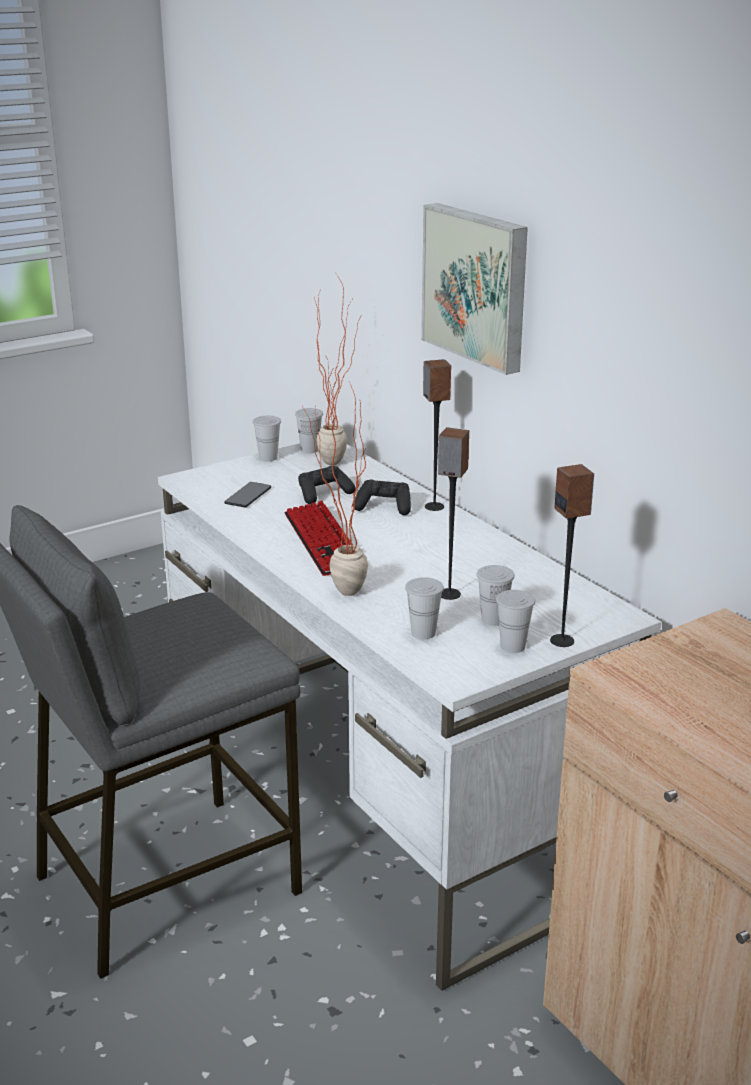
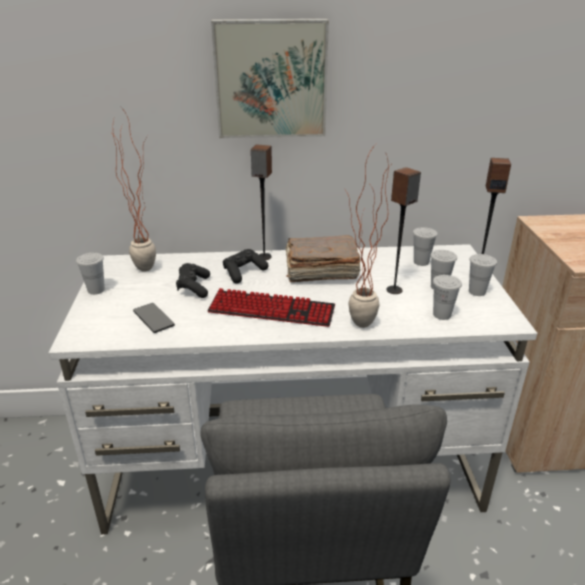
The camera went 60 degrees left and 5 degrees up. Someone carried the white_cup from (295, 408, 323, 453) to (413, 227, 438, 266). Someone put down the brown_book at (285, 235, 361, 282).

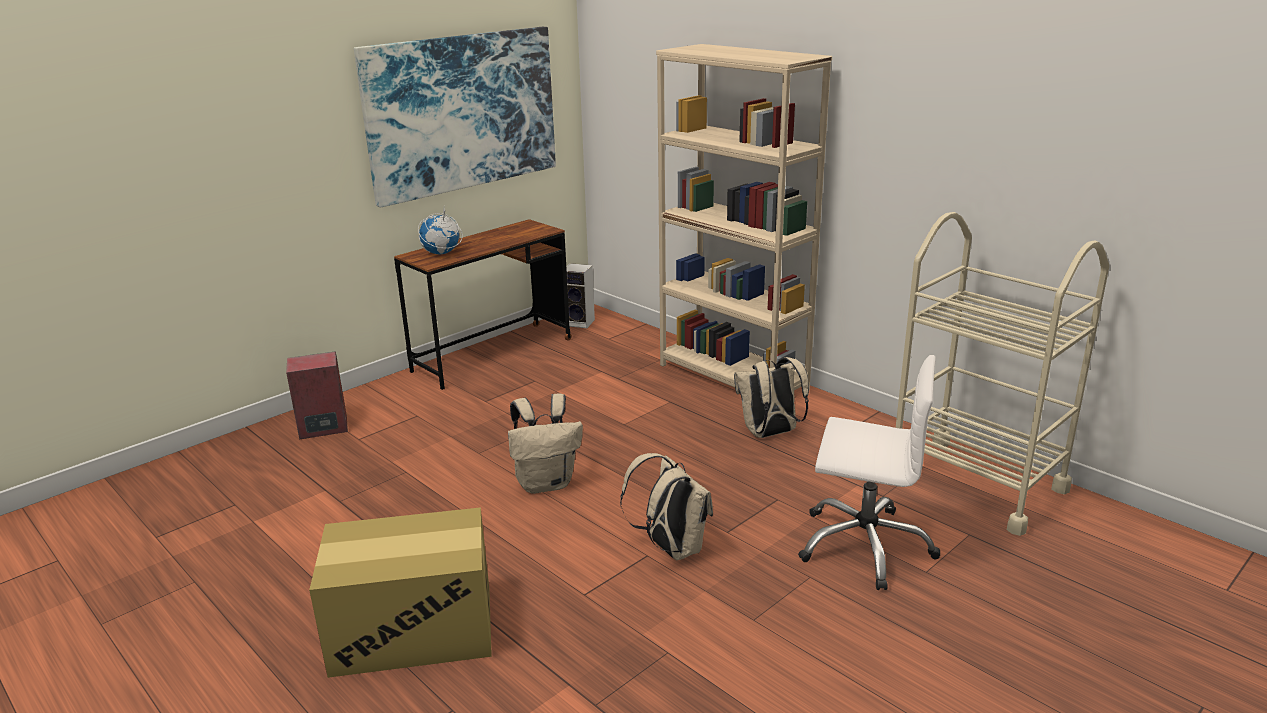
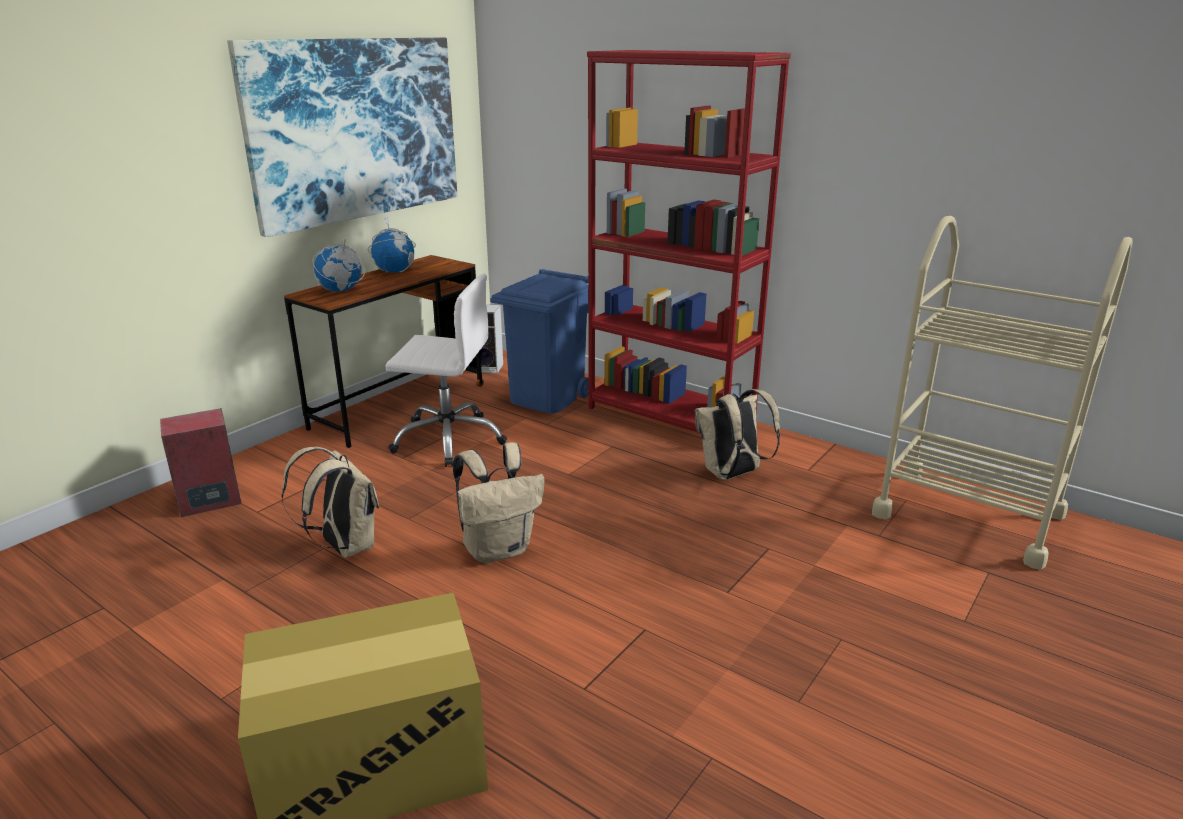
The camera went 10 degrees left and 0 degrees up. Someone repainted the beige_bookcase at (656, 44, 832, 390), which became the red_bookcase at (587, 50, 791, 433). Someone carried the white_office_chair from (798, 355, 940, 590) to (385, 274, 507, 467). Someone carried the beige_backpack from (620, 453, 713, 560) to (282, 447, 379, 558). Someone put down the globe at (368, 216, 416, 272). Someone put down the blue_trash_can at (490, 269, 589, 413).

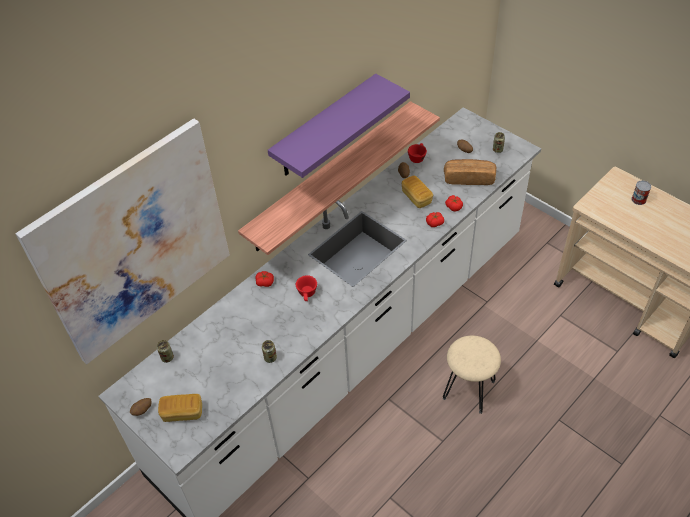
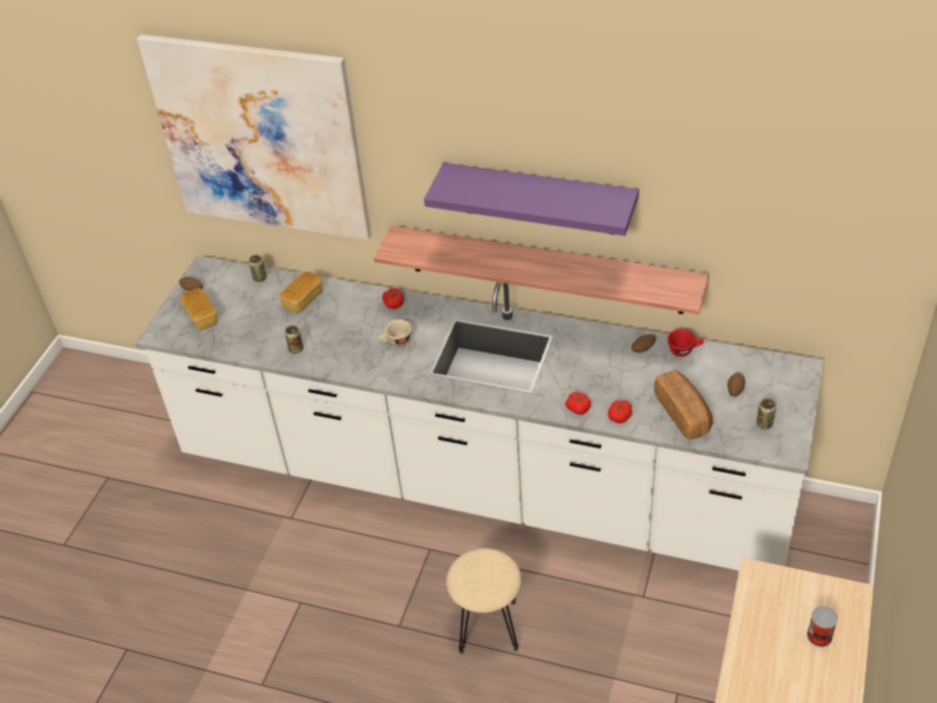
The camera went 65 degrees right and 5 degrees down. Someone carried the bread from (402, 175, 433, 208) to (279, 271, 322, 313). Someone repainted the red_cup at (296, 275, 317, 301), which became the beige_cup at (378, 320, 411, 346).

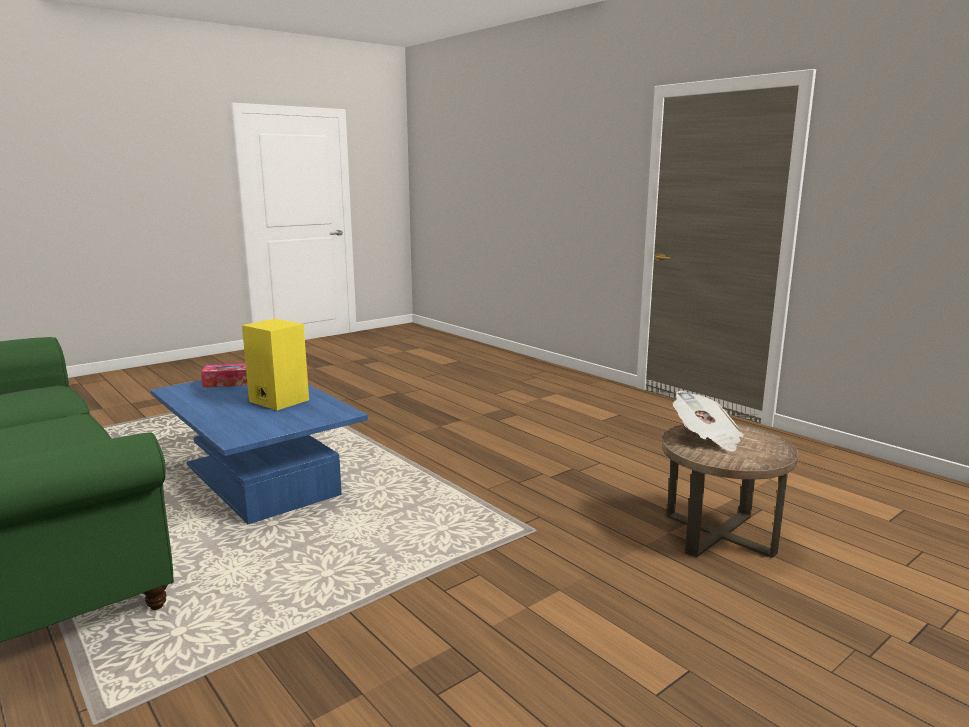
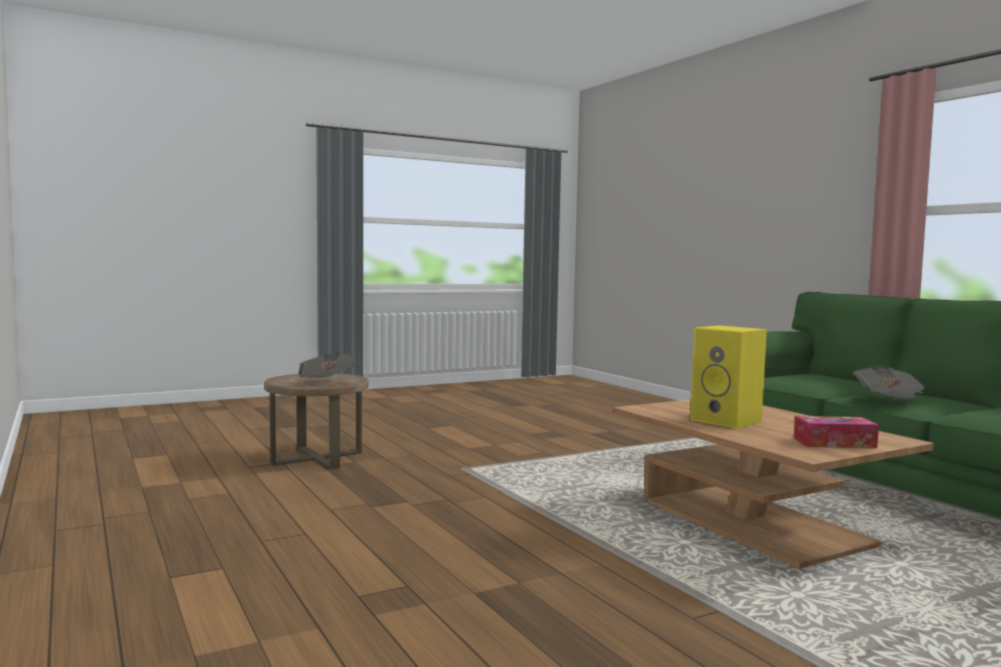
The camera went 170 degrees left and 10 degrees down. Someone repainted the blue_coffee_table at (151, 380, 368, 524), which became the brown_coffee_table at (613, 399, 934, 569). Someone put down the newspaper at (853, 366, 925, 398).

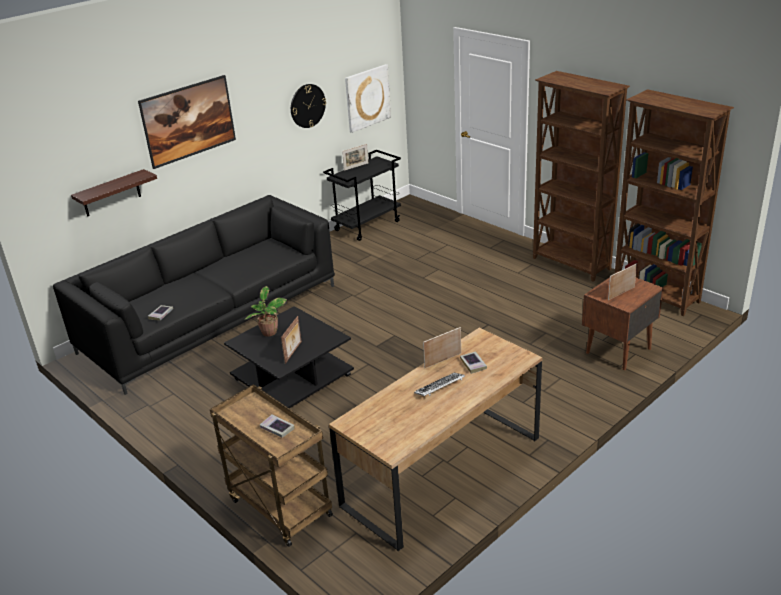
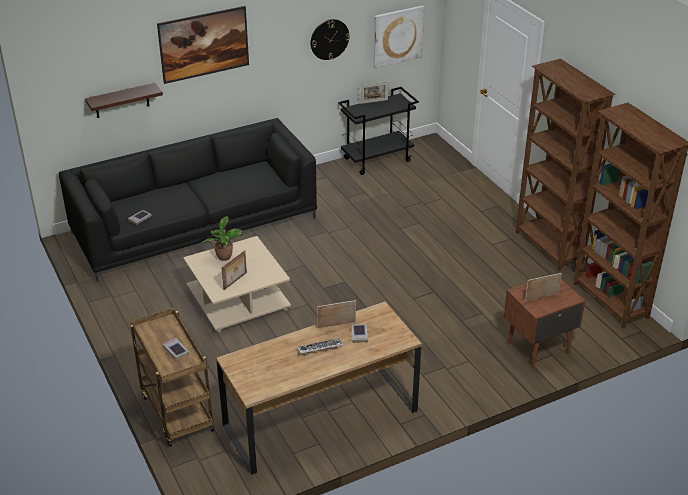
The camera went 15 degrees right and 5 degrees up. Someone repainted the black_coffee_table at (224, 306, 354, 408), which became the beige_coffee_table at (183, 236, 291, 333).

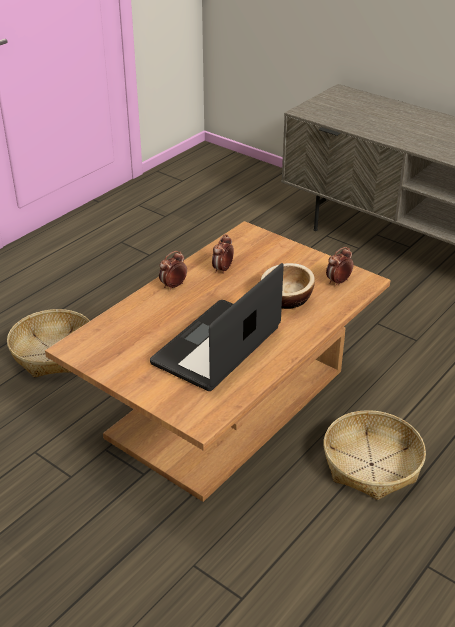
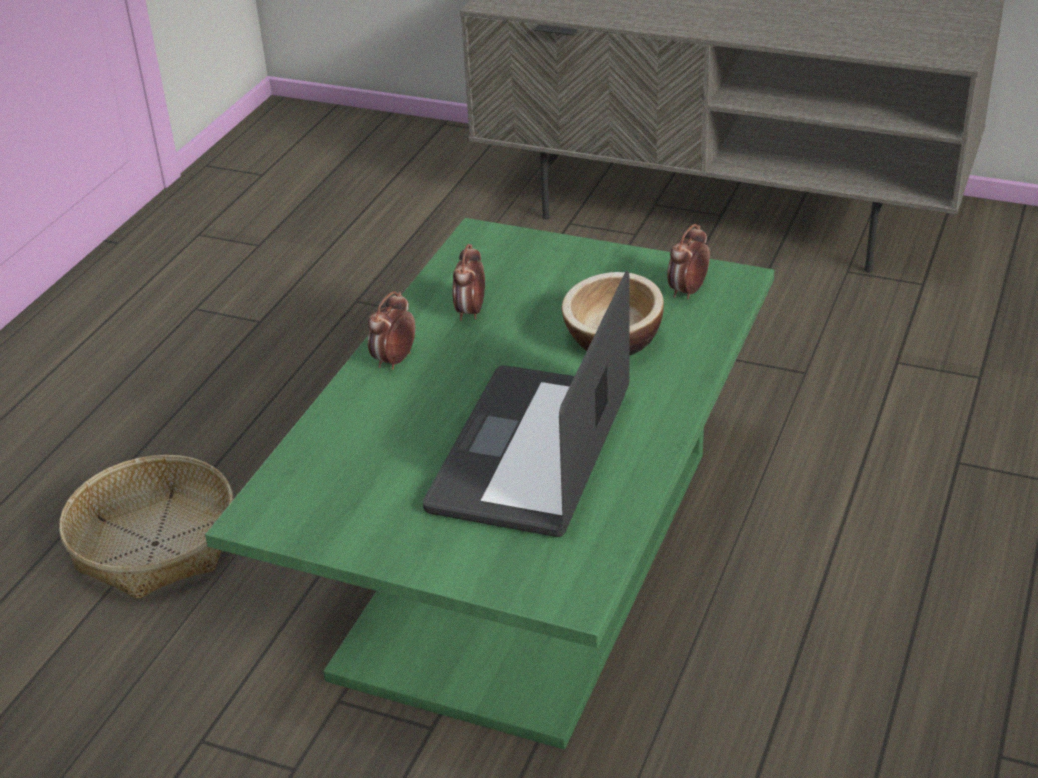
The camera went 15 degrees left and 0 degrees up. Someone repainted the brown_coffee_table at (45, 221, 390, 502), which became the green_coffee_table at (205, 218, 774, 750). Someone took away the basket at (324, 410, 426, 500).

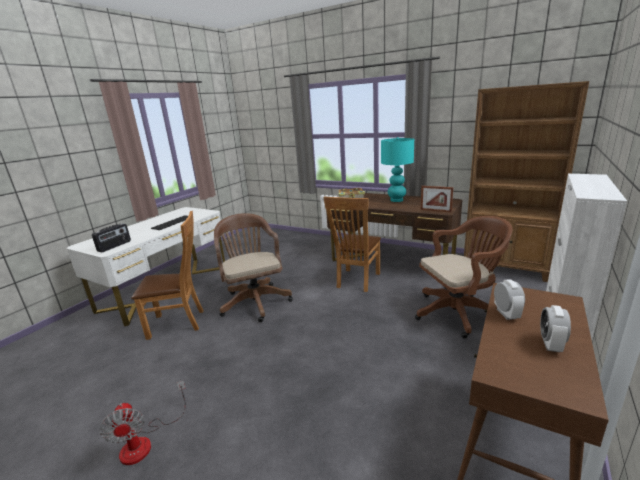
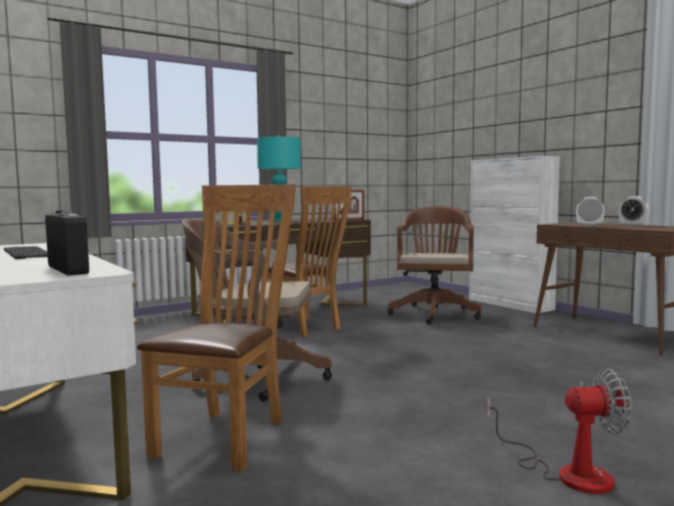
The camera went 65 degrees left and 15 degrees down. Someone took away the brown_bookcase at (464, 81, 589, 282).

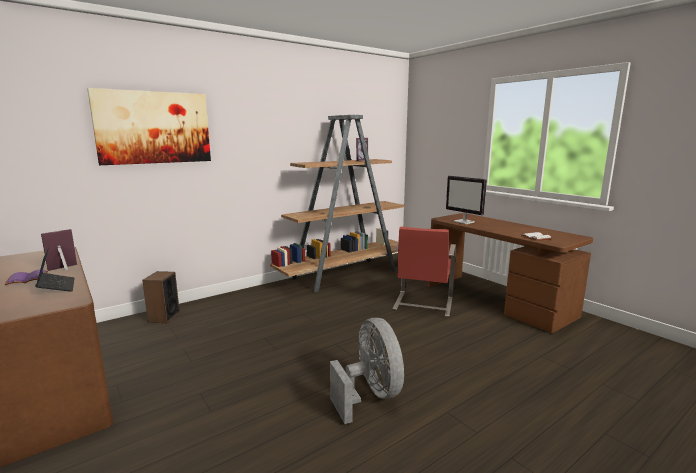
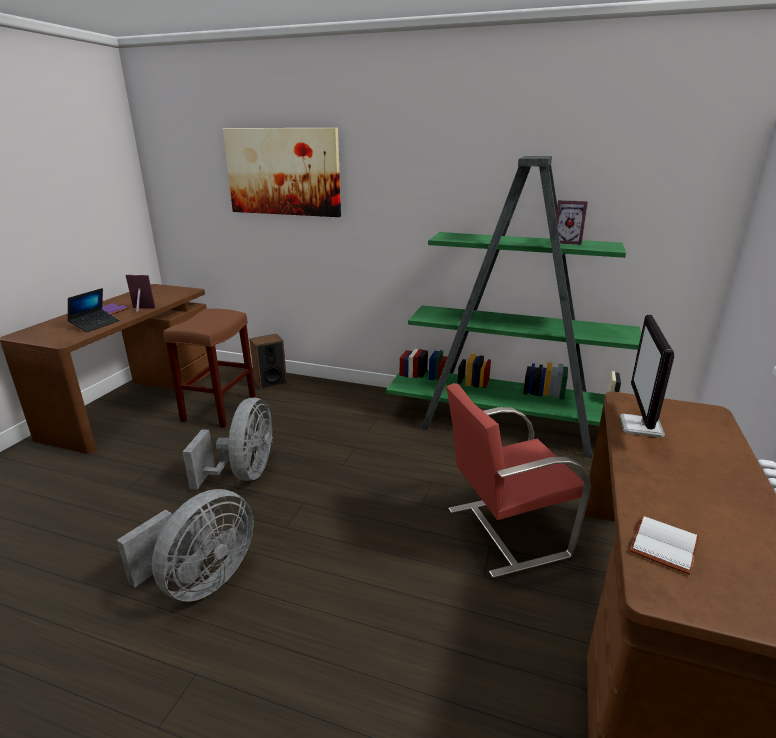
The camera went 55 degrees right and 10 degrees up. Someone repainted the brown_bookcase at (270, 115, 405, 293), which became the green_bookcase at (386, 156, 641, 458). Someone put down the brown_stool at (163, 308, 256, 428). Someone put down the grey_fan at (183, 398, 273, 490).

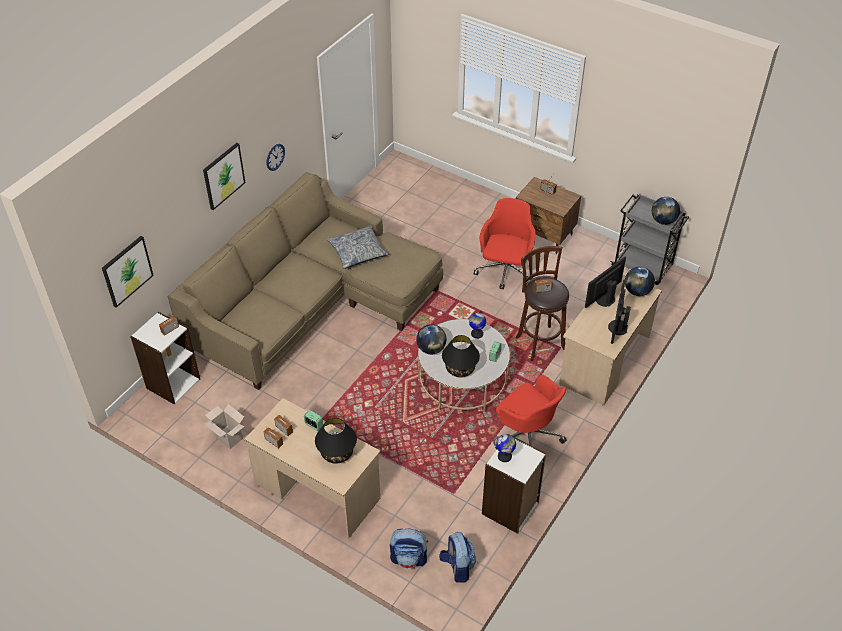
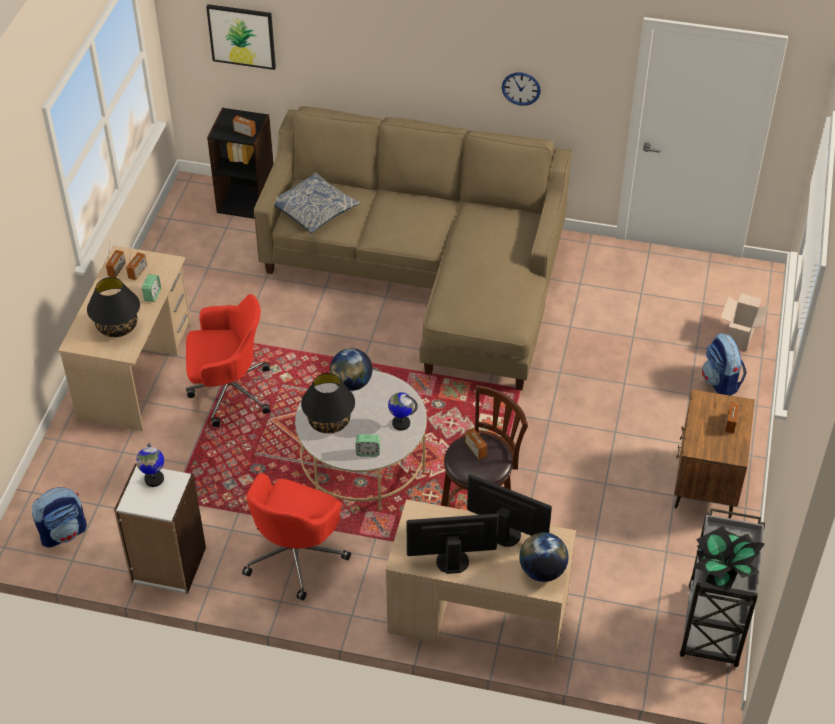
The camera went 70 degrees right and 0 degrees up. Someone took away the picture at (203, 143, 245, 210). Someone swapped the globe at (652, 197, 680, 225) for the potted_plant at (693, 526, 765, 593). Someone carried the red_office_chair from (474, 198, 535, 289) to (186, 294, 270, 427). Someone carried the pillow from (327, 225, 389, 269) to (275, 172, 360, 234). Someone repainted the white_bookcase at (130, 312, 200, 405), which became the black_bookcase at (207, 108, 274, 219). Someone carried the cardboard_box from (205, 404, 245, 449) to (721, 294, 769, 351). Someone carried the backpack from (390, 529, 428, 569) to (702, 333, 747, 396).

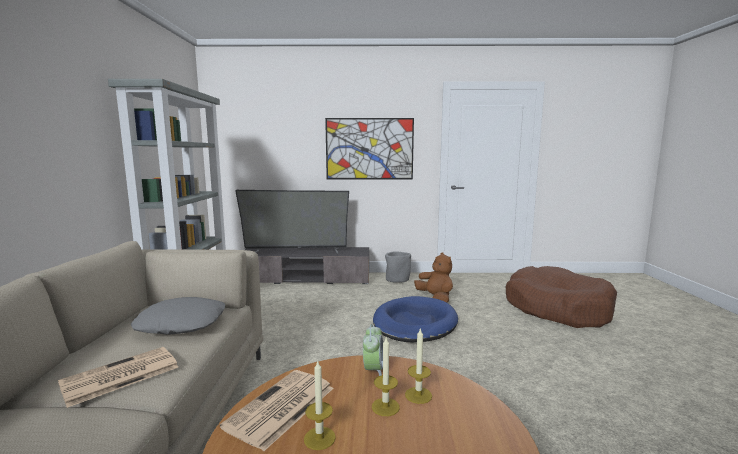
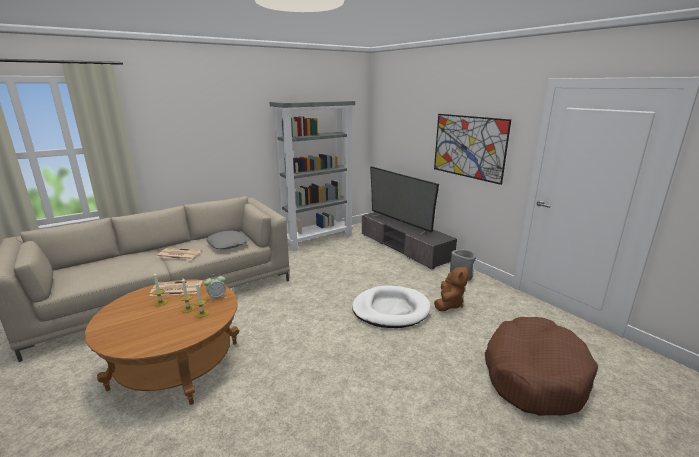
The camera went 55 degrees right and 10 degrees up. Someone repainted the blue_dog_bed at (373, 296, 458, 342), which became the white_dog_bed at (352, 285, 431, 328).

